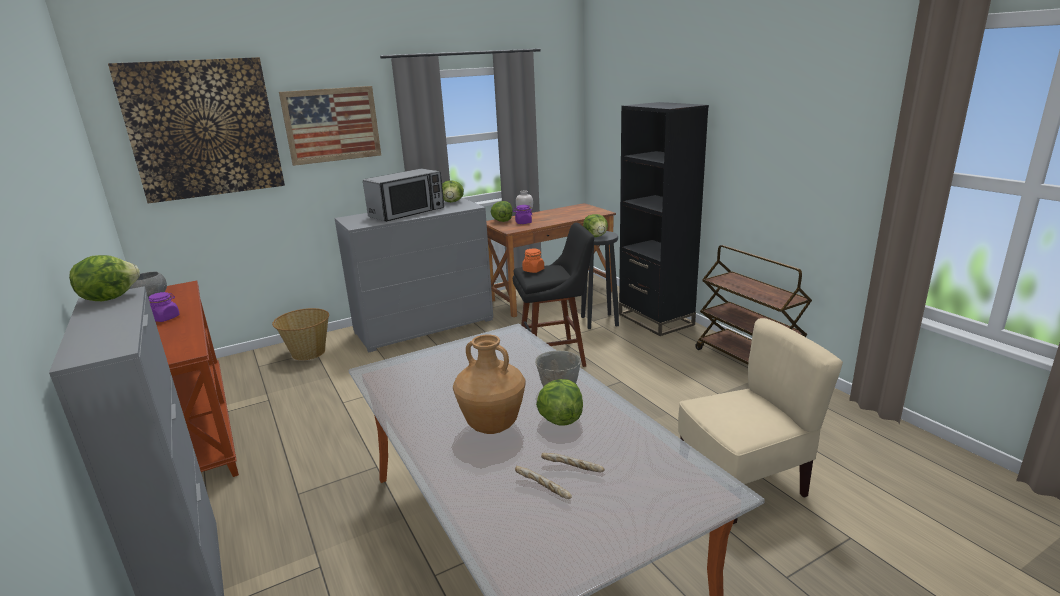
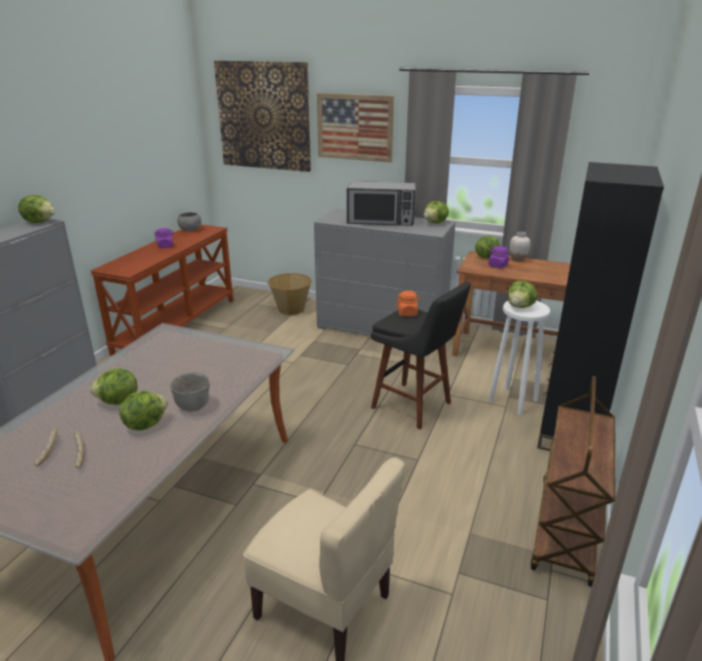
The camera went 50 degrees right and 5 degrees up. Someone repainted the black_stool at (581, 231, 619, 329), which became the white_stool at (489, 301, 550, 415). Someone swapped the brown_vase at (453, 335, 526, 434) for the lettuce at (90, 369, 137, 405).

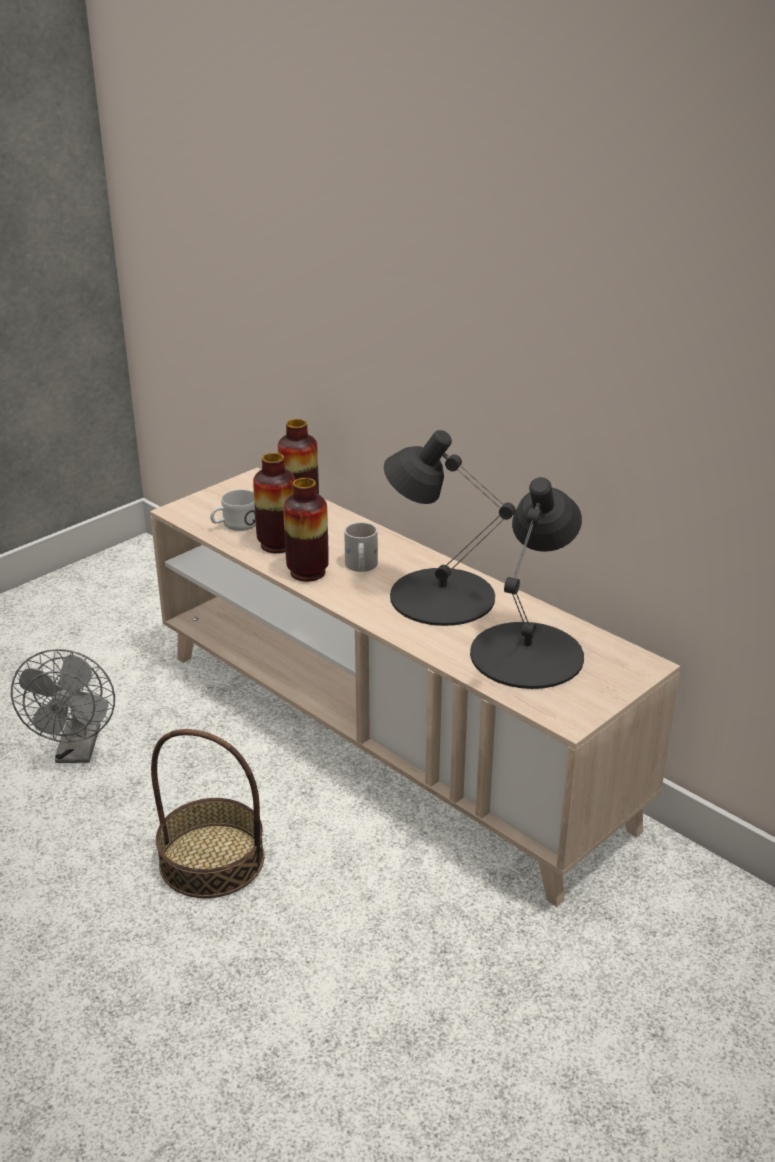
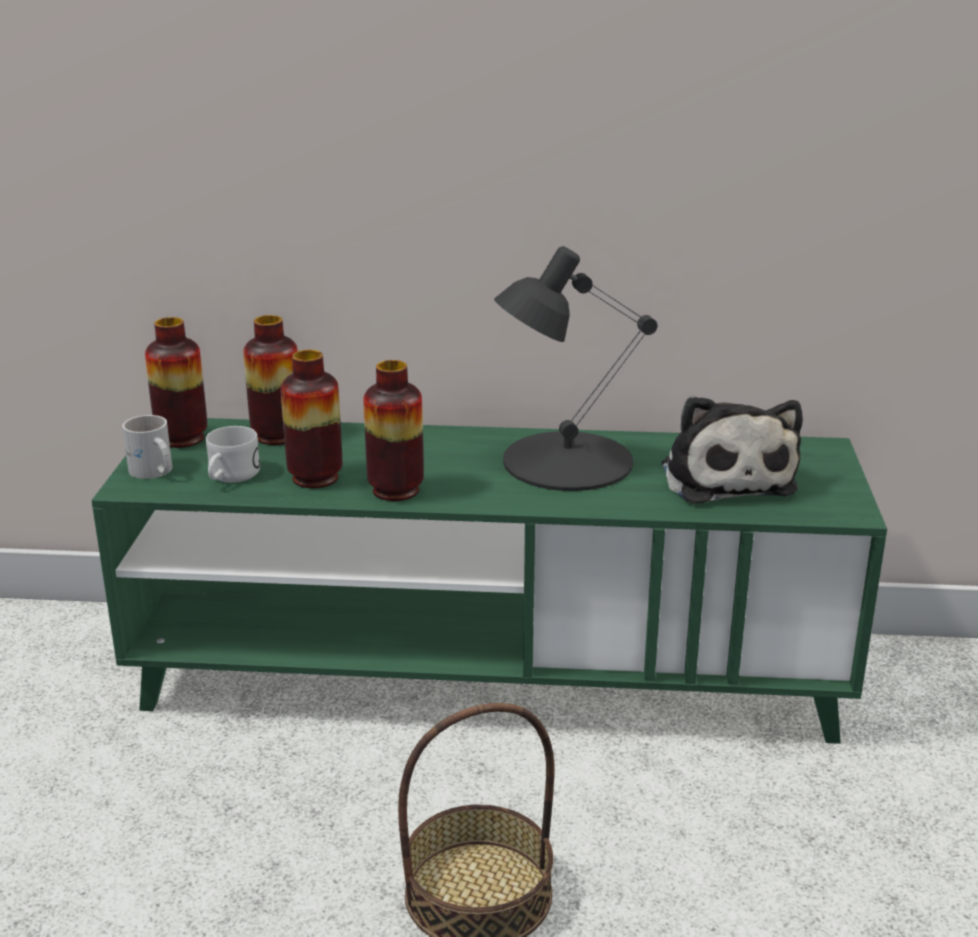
The camera went 40 degrees left and 5 degrees down. Someone repainted the beige_tv_stand at (150, 468, 680, 907), which became the green_tv_stand at (91, 418, 887, 744). Someone swapped the black_table_lamp at (470, 477, 584, 689) for the plush_toy at (662, 396, 803, 504). Someone carried the white_mug from (344, 522, 378, 572) to (122, 415, 172, 479). Someone took away the grey_fan at (11, 649, 115, 763). Someone put down the vase at (145, 317, 207, 448).

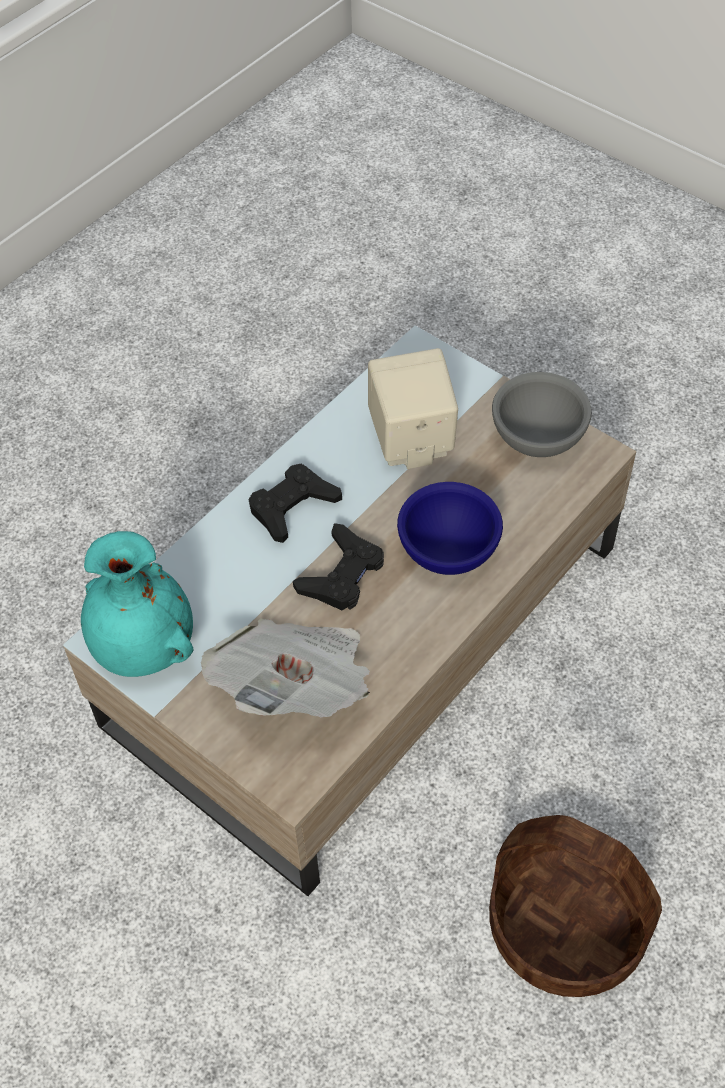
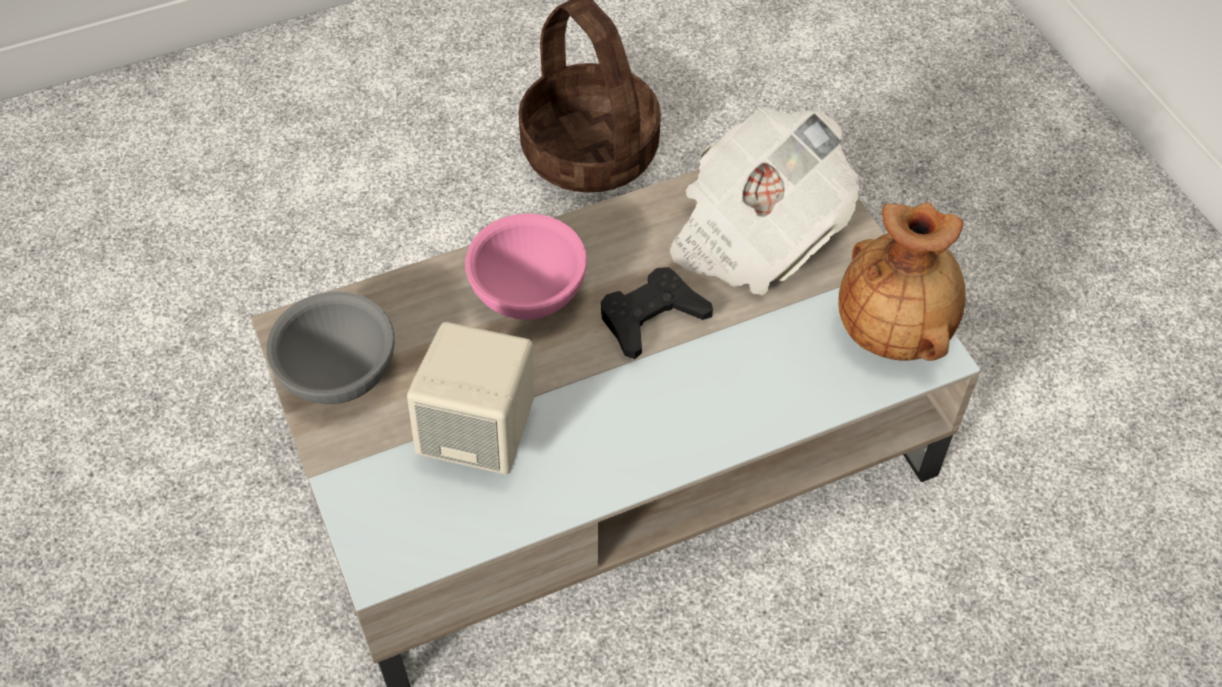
The camera went 155 degrees left and 0 degrees up. Someone took away the black_game_controller at (249, 464, 342, 543). Someone repainted the blue_bowl at (397, 482, 503, 575), which became the pink_bowl at (465, 214, 587, 320). Someone repainted the turquoise_vase at (81, 531, 193, 677), which became the brown_vase at (838, 202, 966, 361).

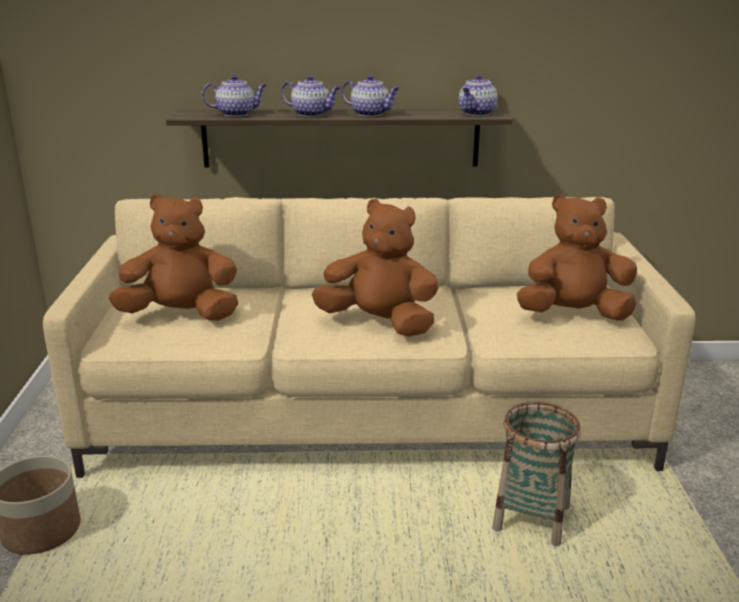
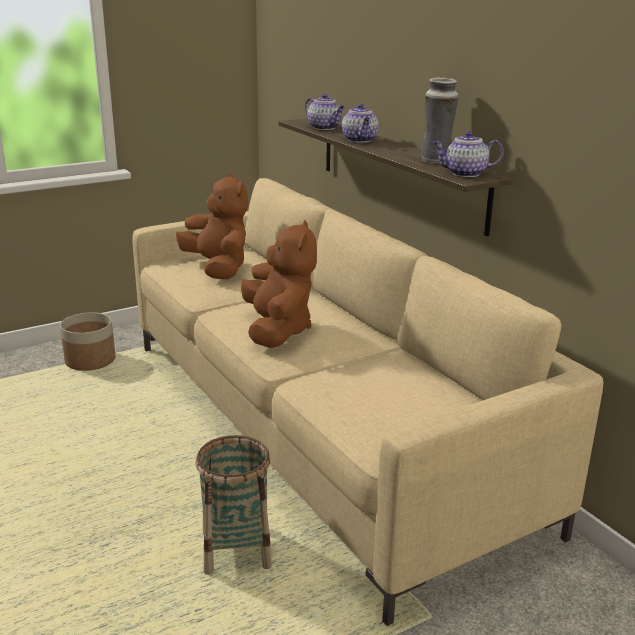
The camera went 60 degrees right and 0 degrees up. Someone took away the teapot at (341, 75, 400, 117). Someone took away the brown_plush_toy at (517, 194, 637, 321). Someone put down the vase at (421, 77, 458, 164).

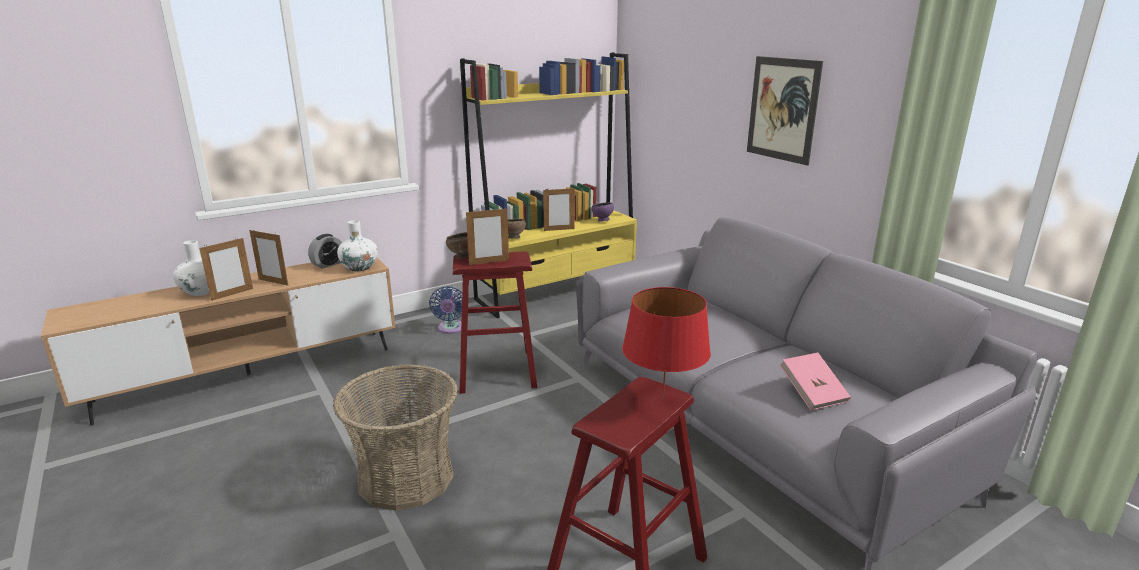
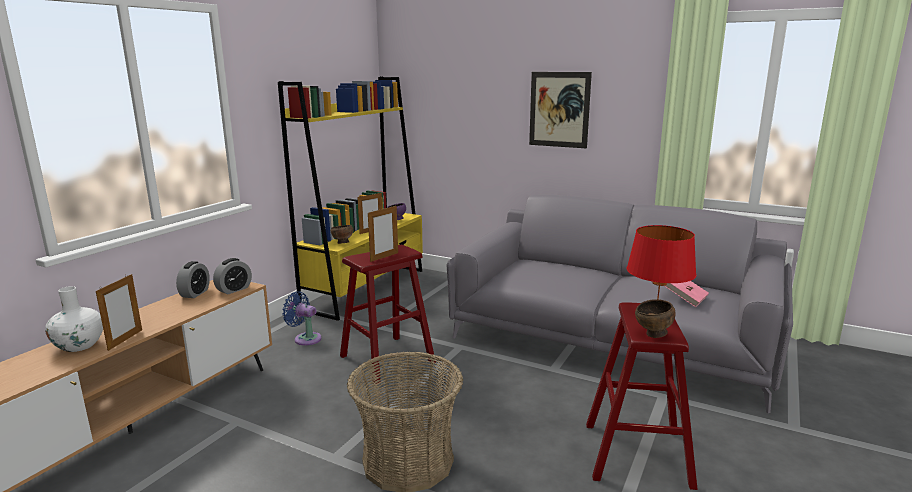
The camera went 30 degrees left and 5 degrees down. Someone swapped the white_vase at (337, 220, 378, 271) for the alarm_clock at (213, 258, 252, 294). Someone took away the picture_frame at (249, 229, 288, 285). Someone carried the brown_bowl from (446, 232, 469, 259) to (635, 299, 676, 338). Someone rotated the blue_fan at (429, 286, 462, 334) by 150 degrees clockwise.

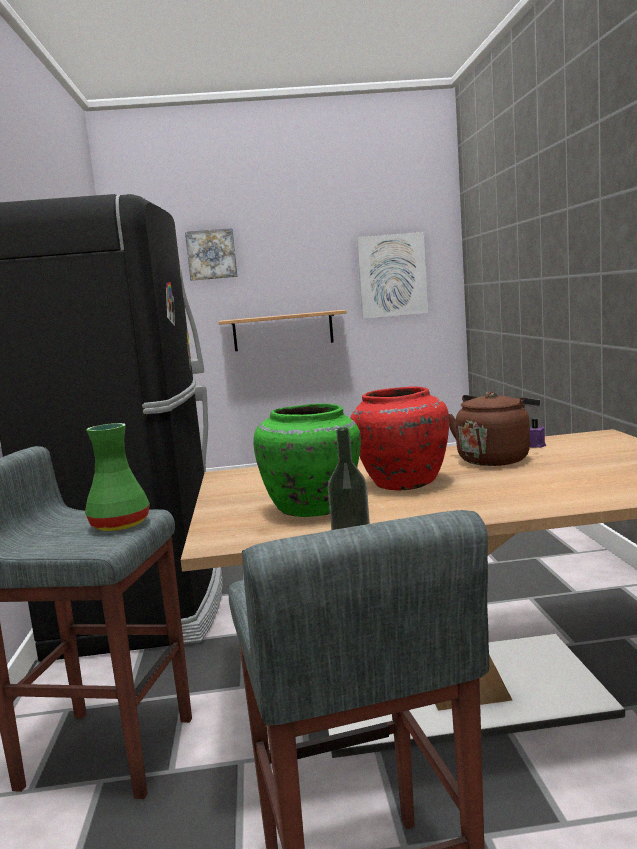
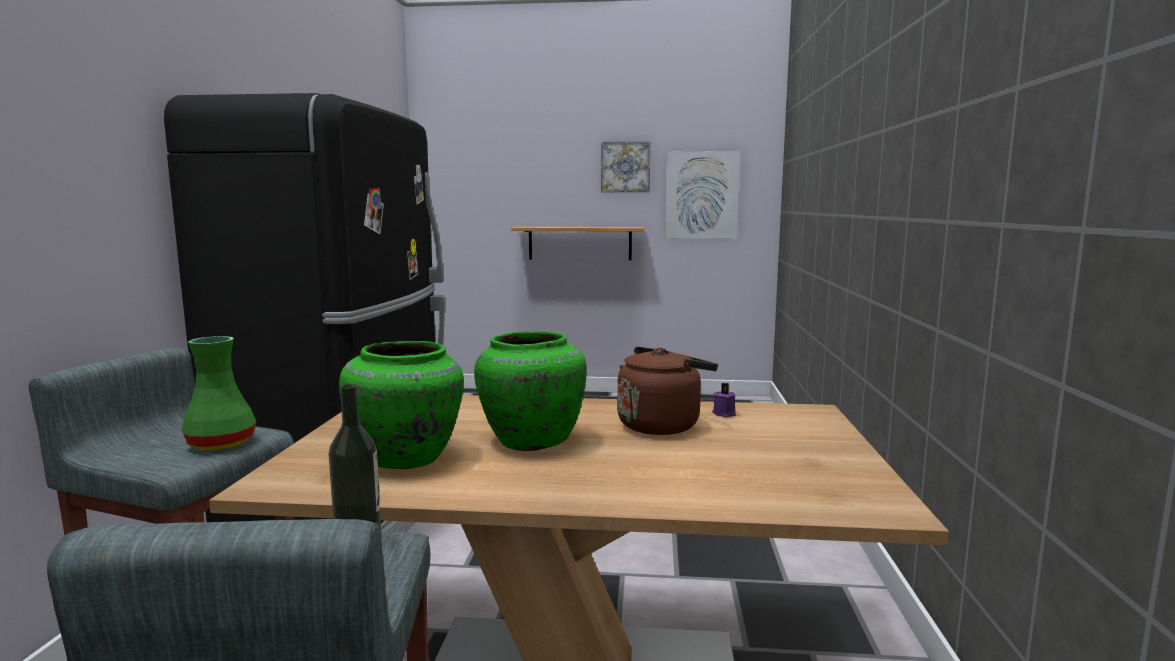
The camera went 10 degrees right and 0 degrees up. Someone carried the picture from (185, 228, 237, 281) to (601, 141, 650, 192). Someone repainted the red_vase at (350, 387, 449, 490), which became the green_vase at (474, 331, 587, 451).

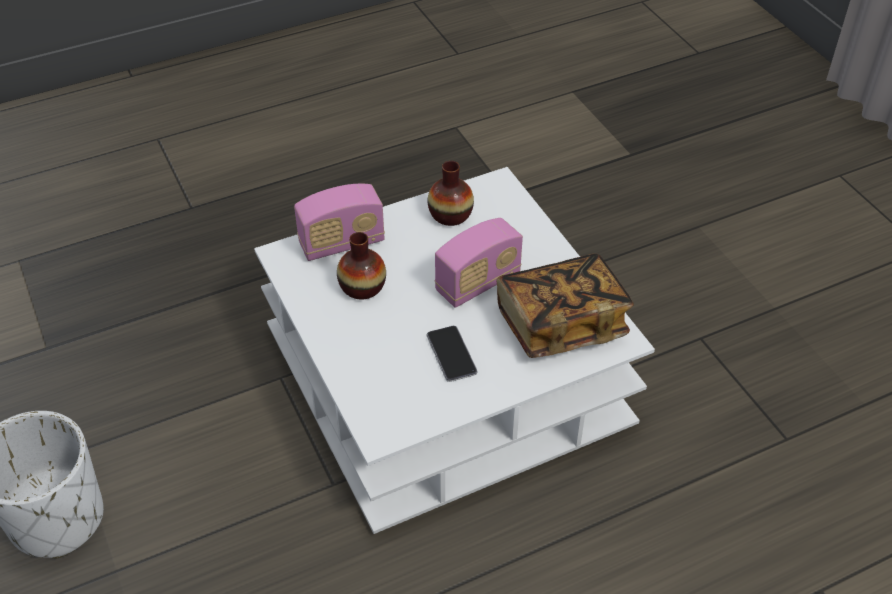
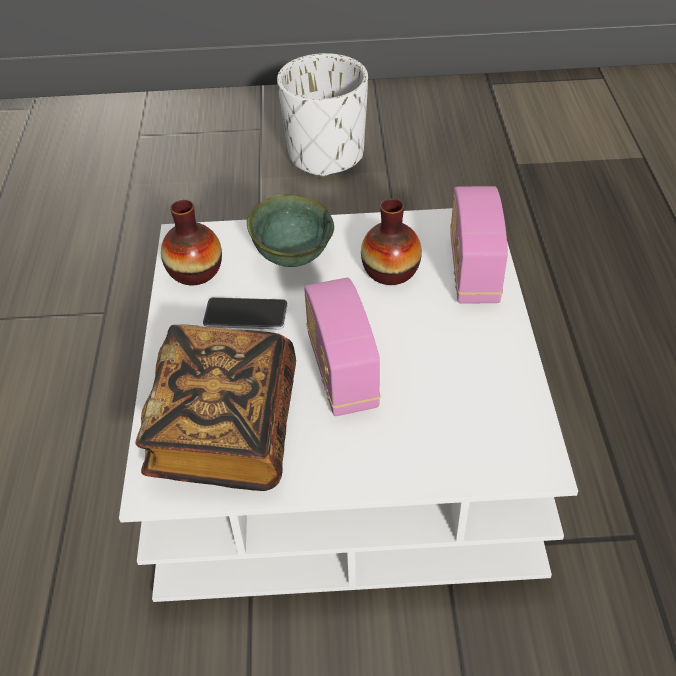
The camera went 115 degrees right and 0 degrees up. Someone carried the vase from (428, 161, 474, 226) to (161, 200, 222, 286). Someone put down the green_bowl at (247, 194, 334, 267).

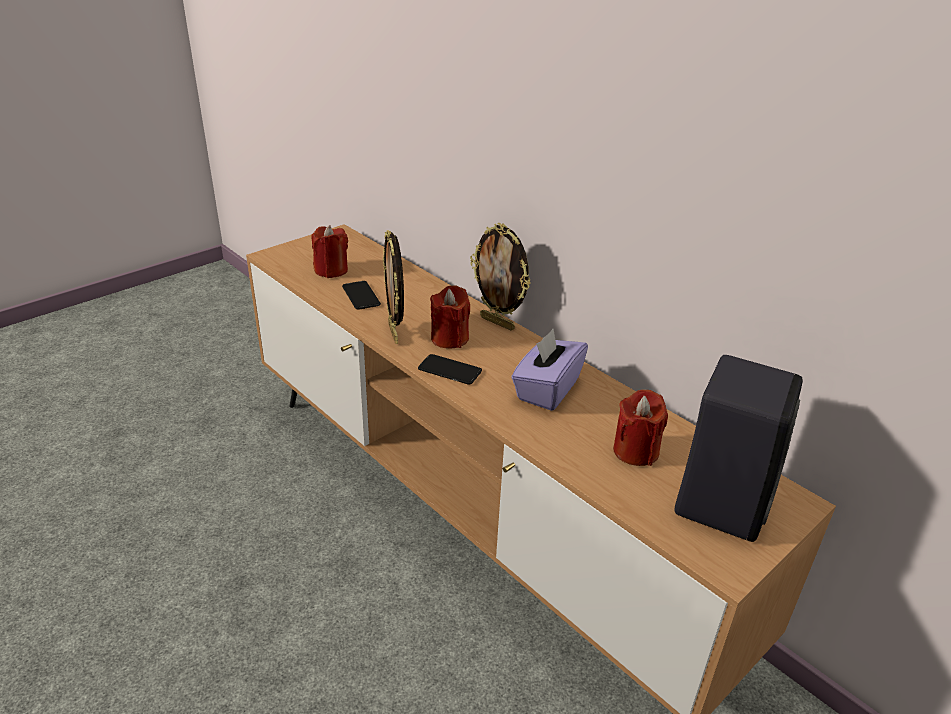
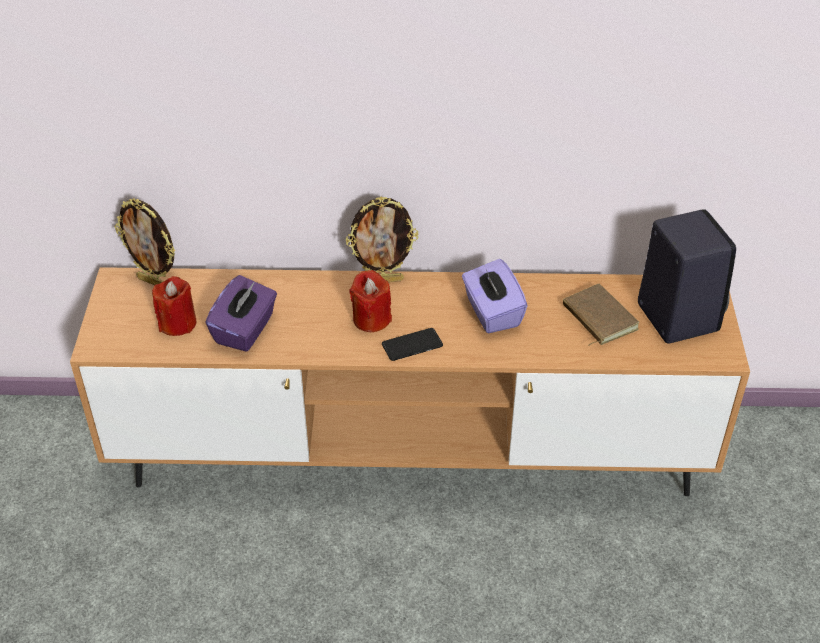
The camera went 45 degrees left and 10 degrees up. Someone carried the picture_frame from (383, 230, 404, 344) to (114, 198, 175, 285). Someone swapped the phone at (342, 281, 381, 310) for the purple_tissue_box at (205, 275, 277, 352). Someone swapped the red_candle at (613, 389, 668, 466) for the brown_book at (563, 284, 640, 346).

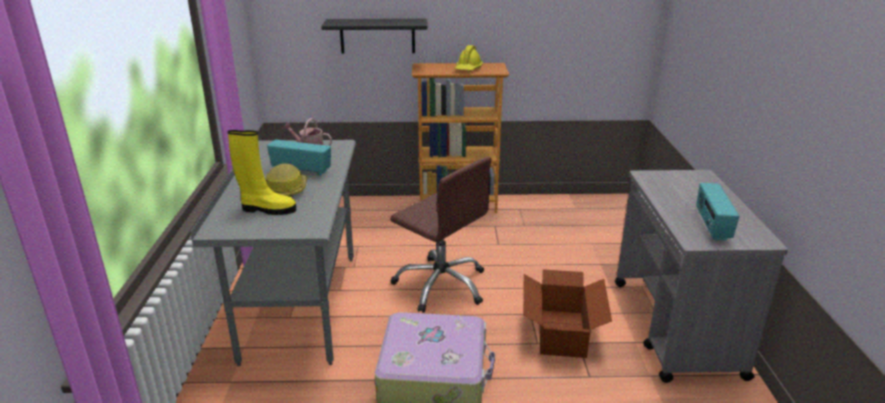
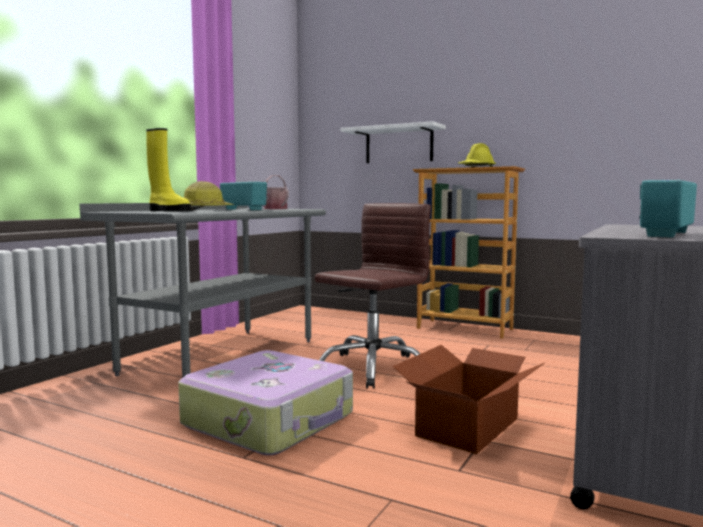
The camera went 30 degrees right and 20 degrees down. Someone repainted the black_shelf at (321, 19, 427, 54), which became the white_shelf at (341, 121, 446, 163). Someone rotated the brown_office_chair at (390, 157, 491, 313) by 120 degrees counterclockwise.

